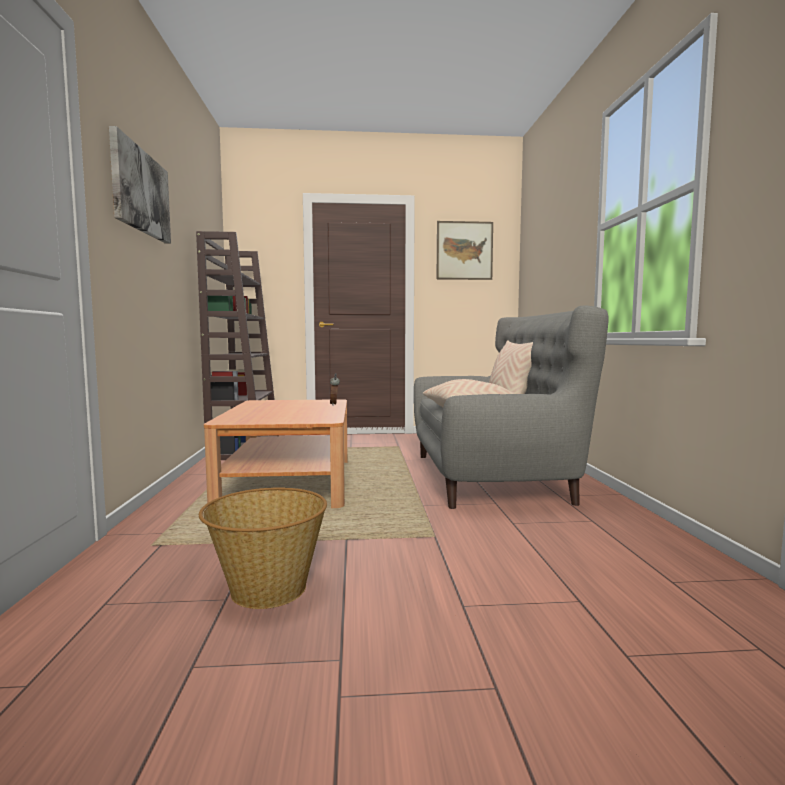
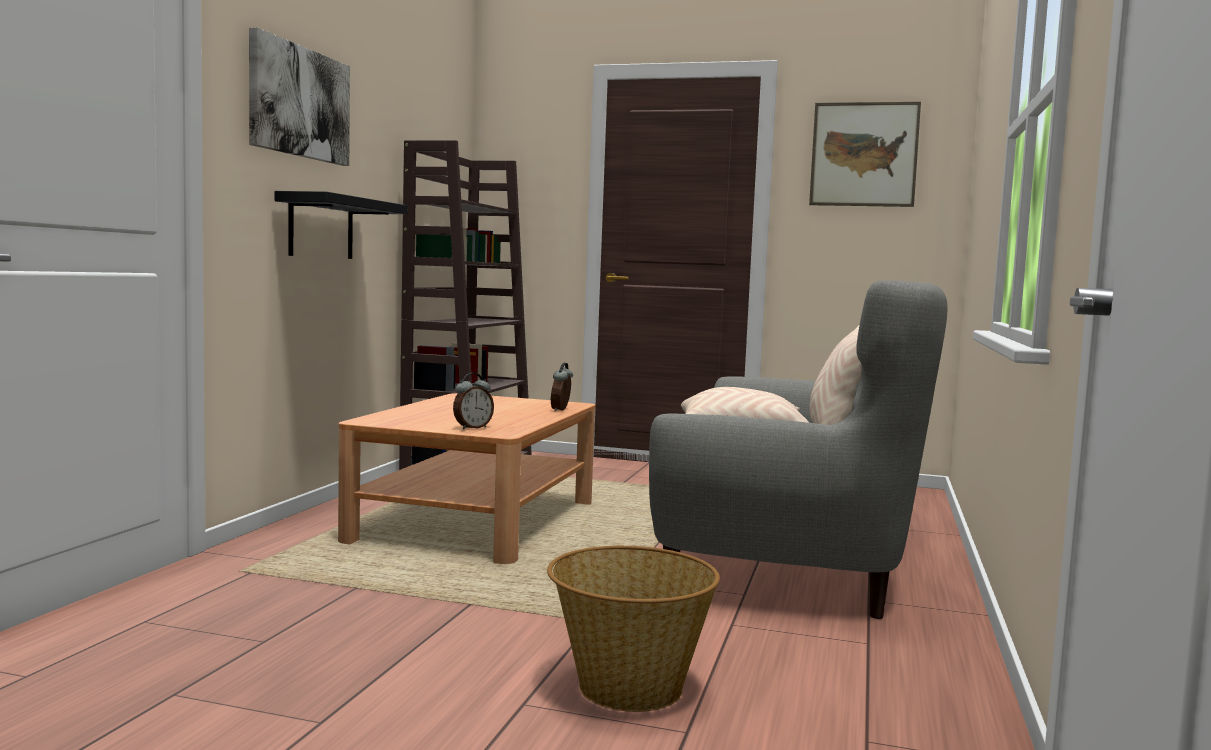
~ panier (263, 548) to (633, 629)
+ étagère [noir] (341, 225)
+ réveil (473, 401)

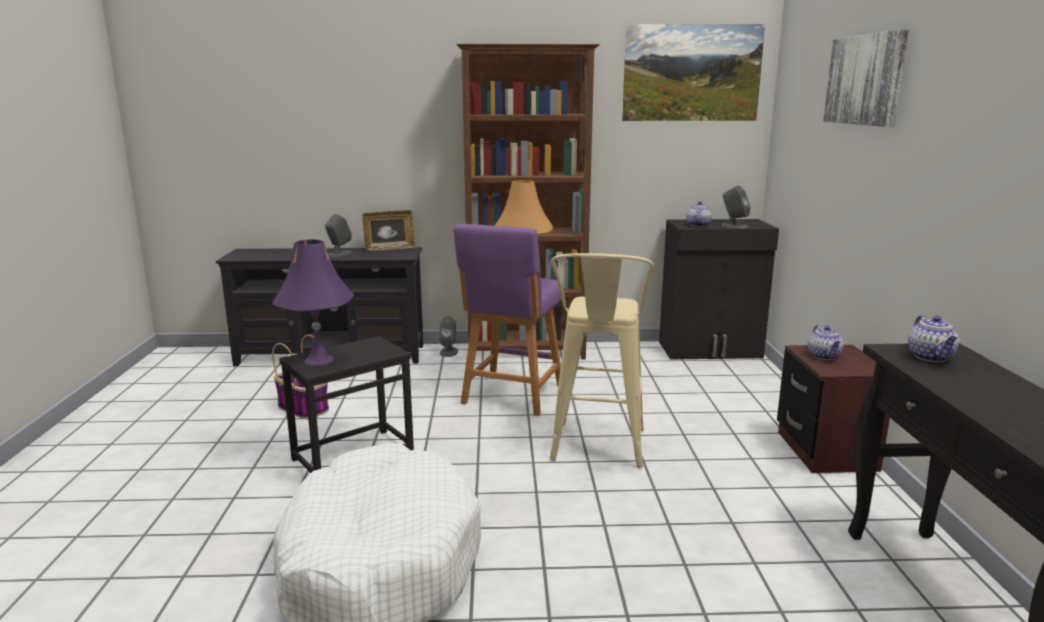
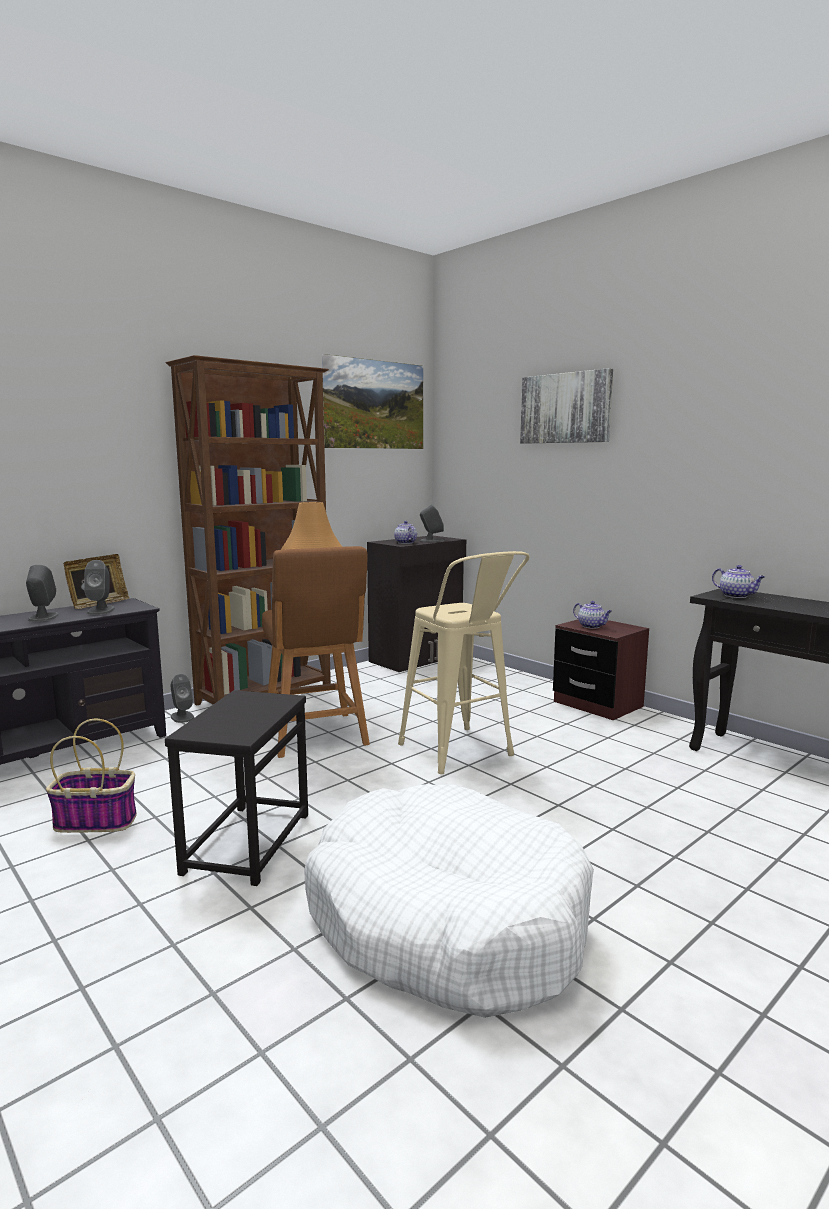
~ tabouret [violet] (508, 320) to tabouret [marron] (316, 652)
- lampe de table [violet] (313, 302)
+ enceinte [gris] (99, 587)

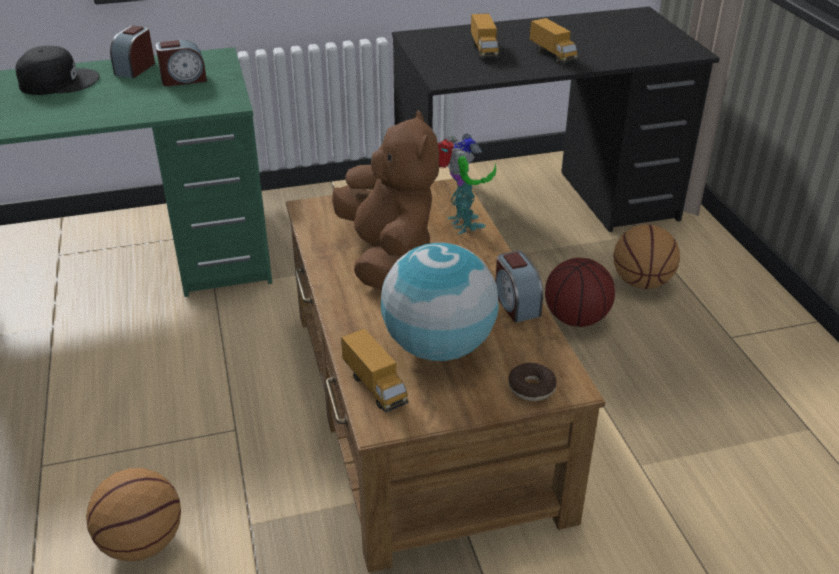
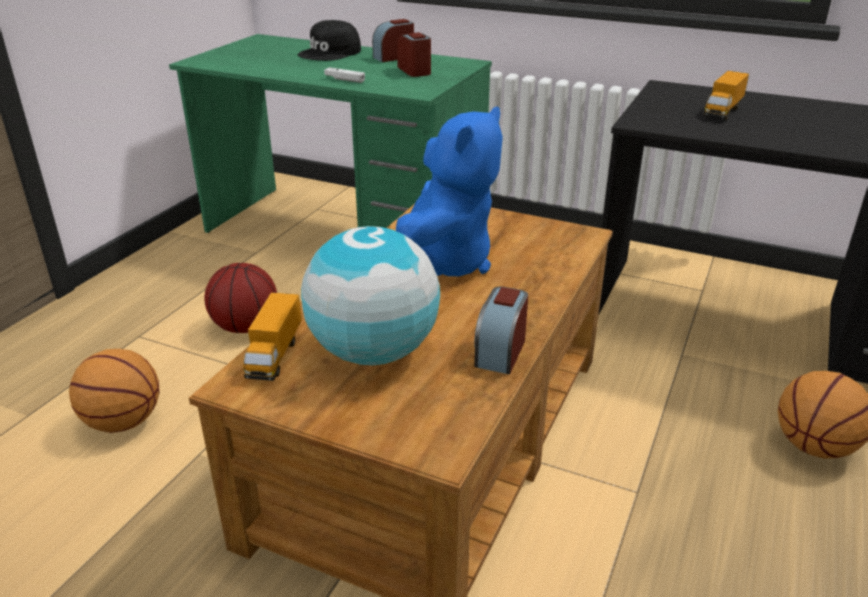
- camion jouet (553, 41)
~ réveil (181, 63) = (414, 54) 135 degrees counterclockwise
~ casquette [noir] (57, 70) = (329, 40) 105 degrees clockwise
~ peluche [marron] (385, 200) to peluche [bleu] (449, 191)
- robot jouet (467, 183)
~ ballon de basket (580, 292) to (240, 298)
- beignet (532, 382)
+ manette [blanc] (344, 75)

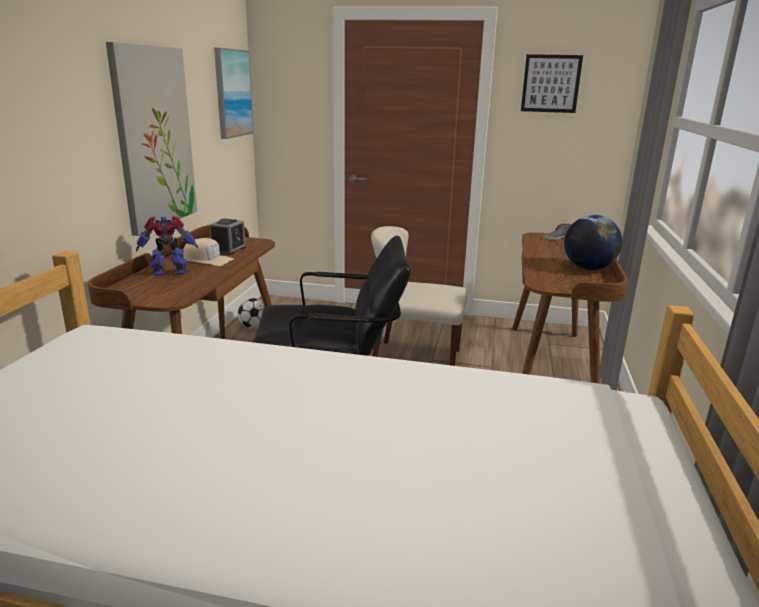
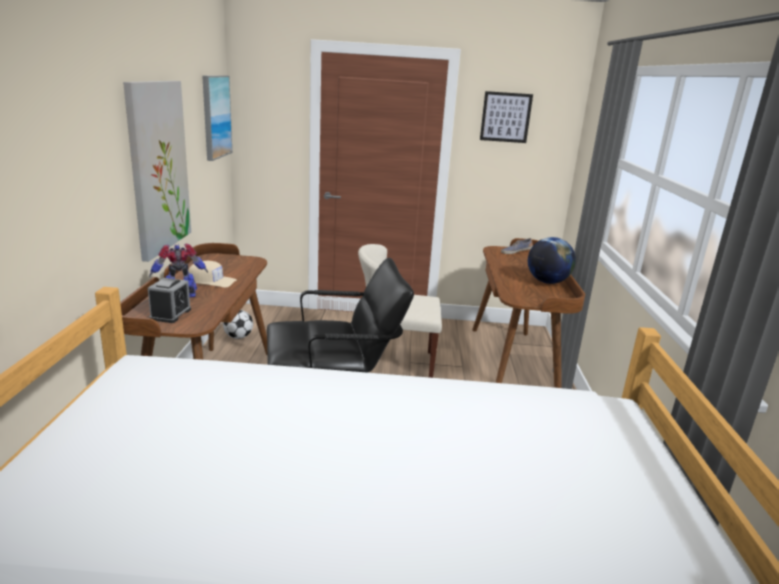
~ réveil (228, 236) to (169, 300)

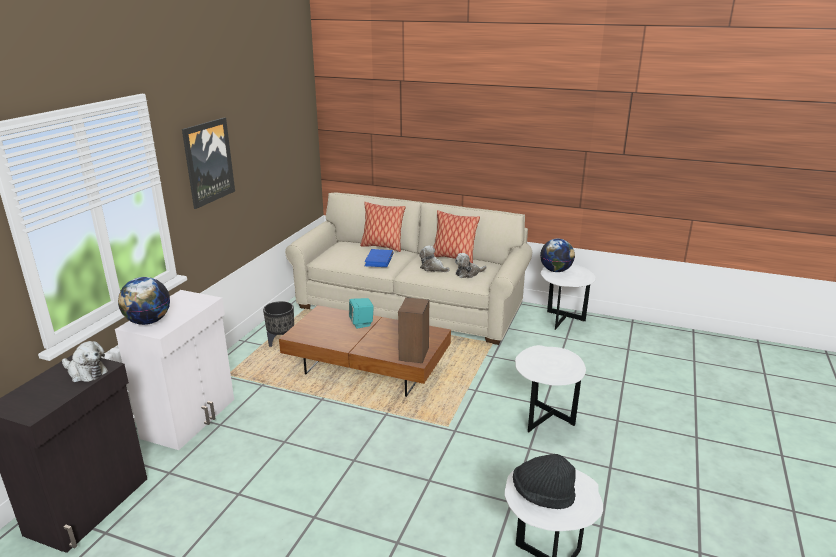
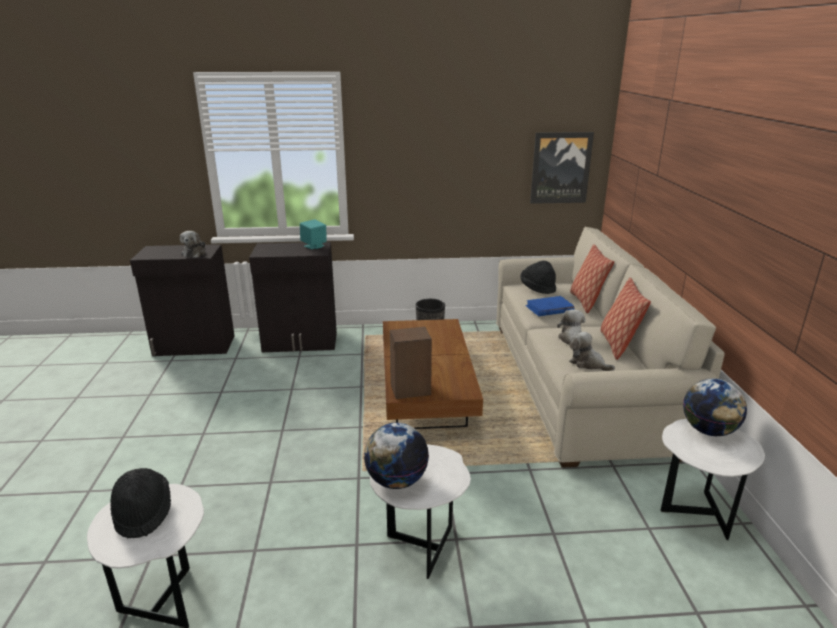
~ tableau (208, 163) to (562, 168)
~ globe (144, 301) to (396, 456)
~ meuble de rangement [blanc] (174, 370) to meuble de rangement [noir] (293, 297)
~ enceinte [turquoise] (361, 313) to (313, 234)
+ chapeau [noir] (538, 277)

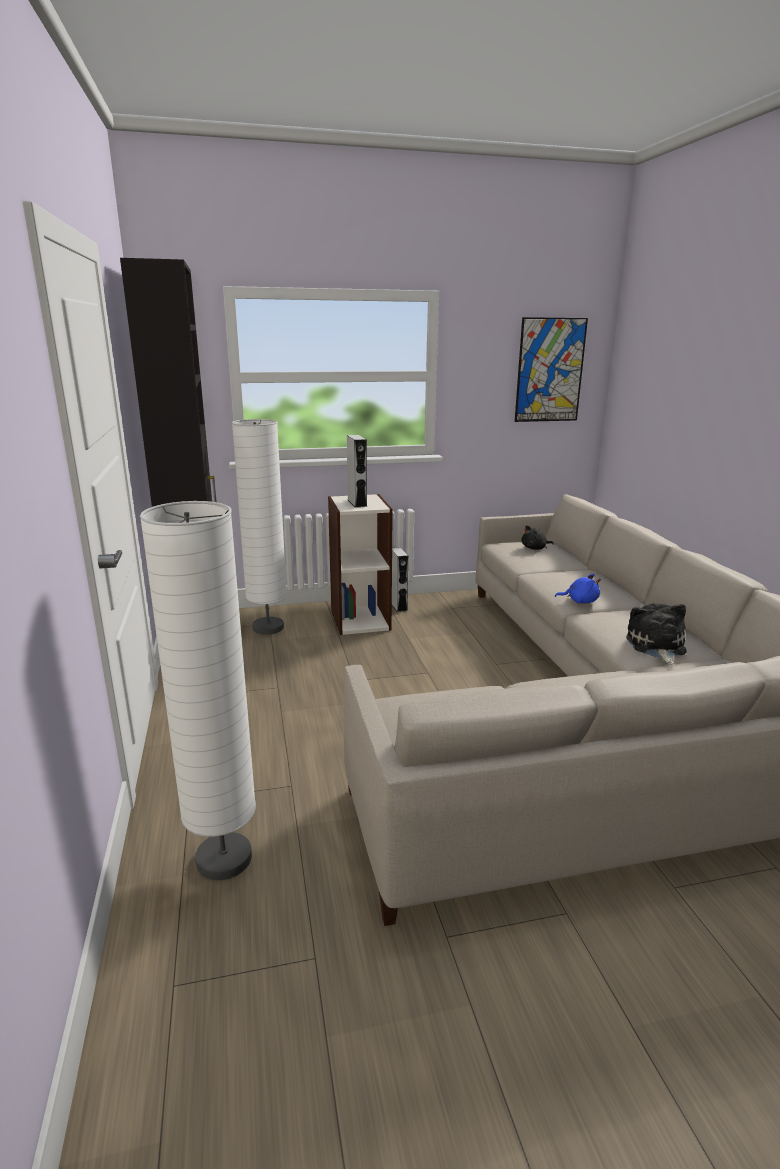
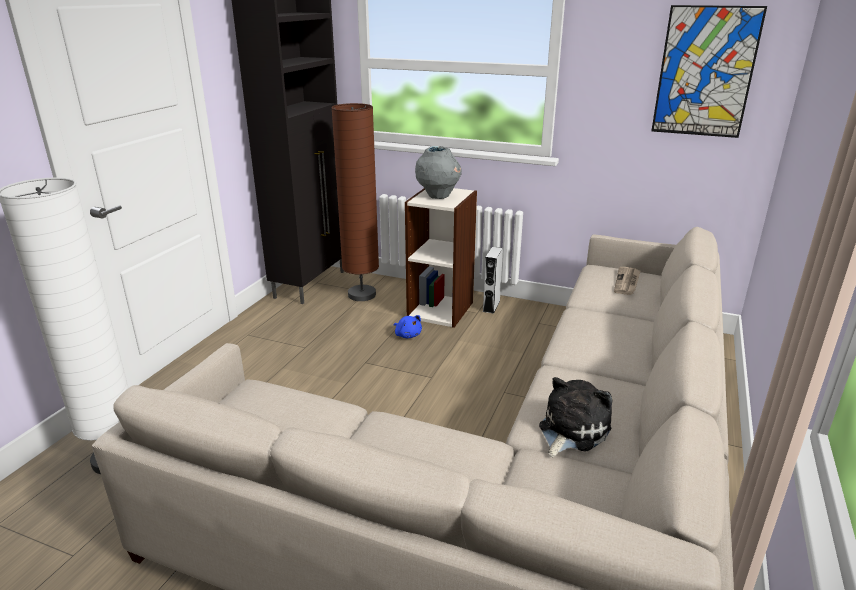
~ lampadaire [blanc] (259, 527) to lampadaire [marron] (355, 202)
~ enceinte [gris] (357, 471) to vase [gris] (438, 172)
~ peluche [noir] (538, 537) to journal (627, 281)
~ peluche [bleu] (578, 588) to (408, 326)

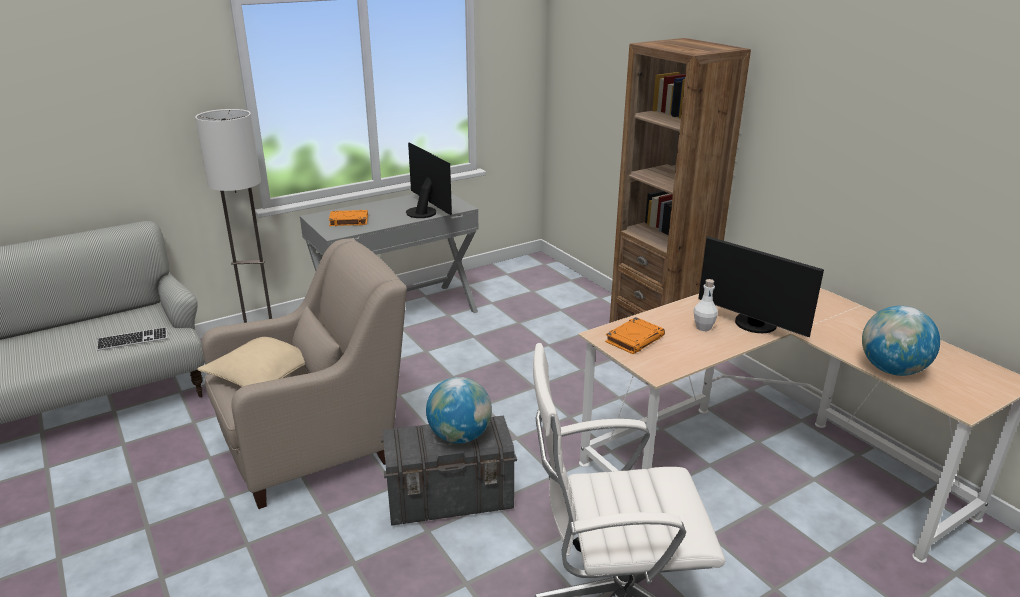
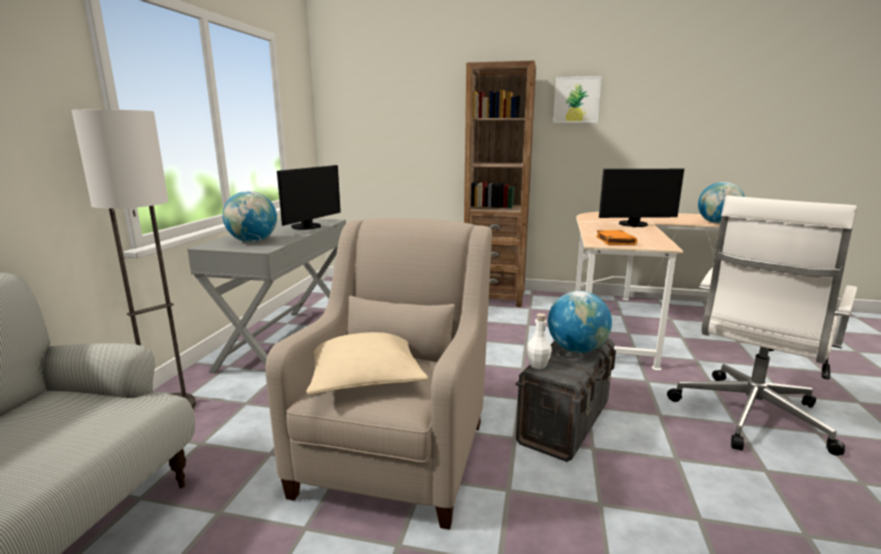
~ écran d'ordinateur (429, 180) = (309, 197) 105 degrees clockwise
~ livre [orange] (348, 218) to globe (250, 216)
~ bouteille [blanc] (706, 305) to (539, 341)
- clavier (132, 339)
+ tableau (577, 99)

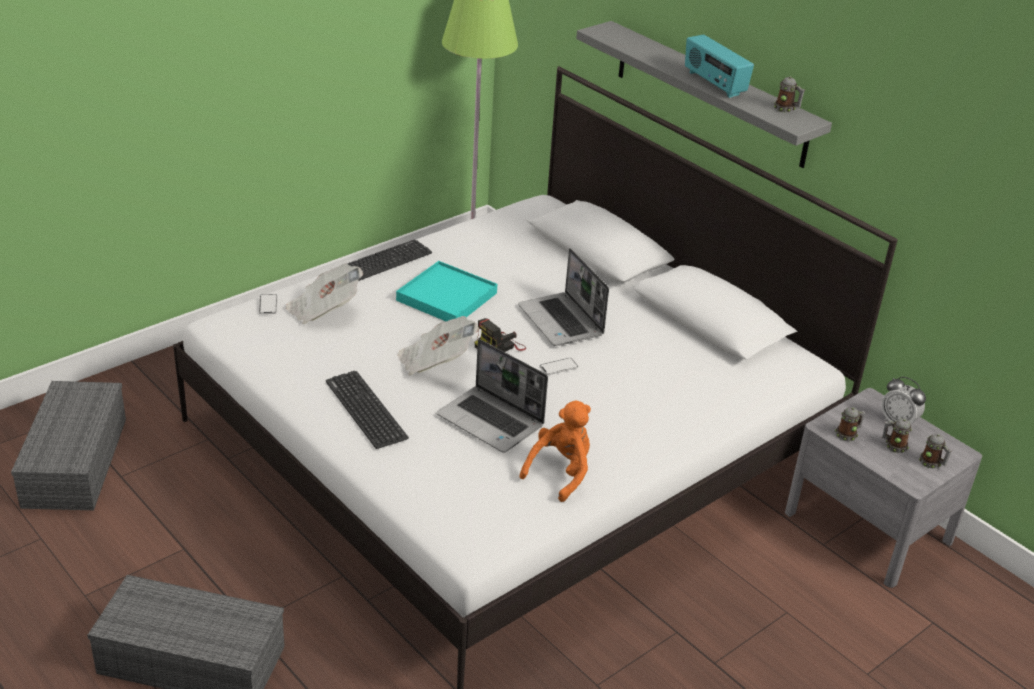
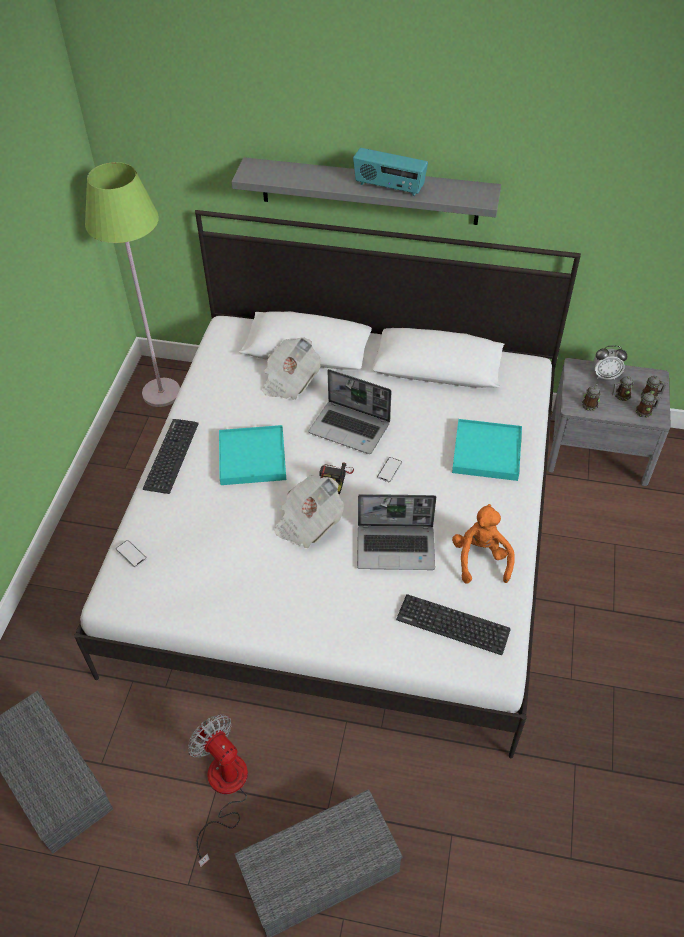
~ mug (789, 94) to (648, 405)
~ journal (324, 293) to (292, 368)
~ clavier (367, 410) to (453, 624)
+ plateau [turquoise] (487, 450)
+ ventilateur (218, 790)

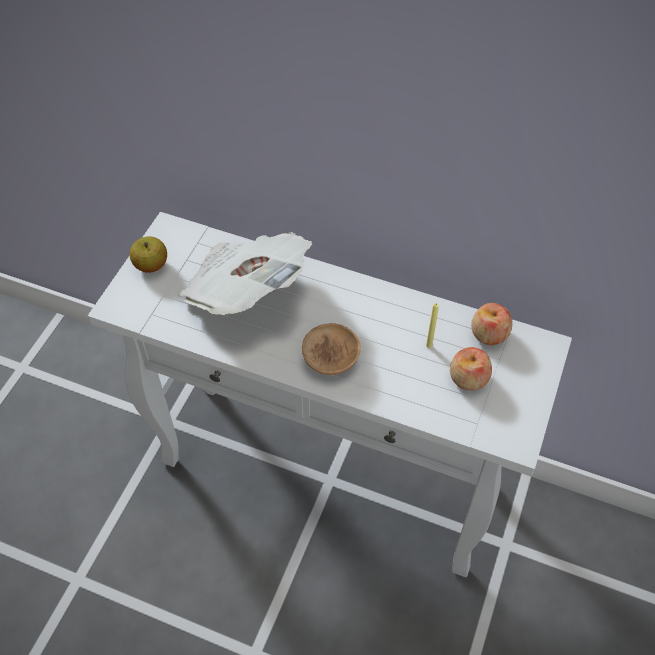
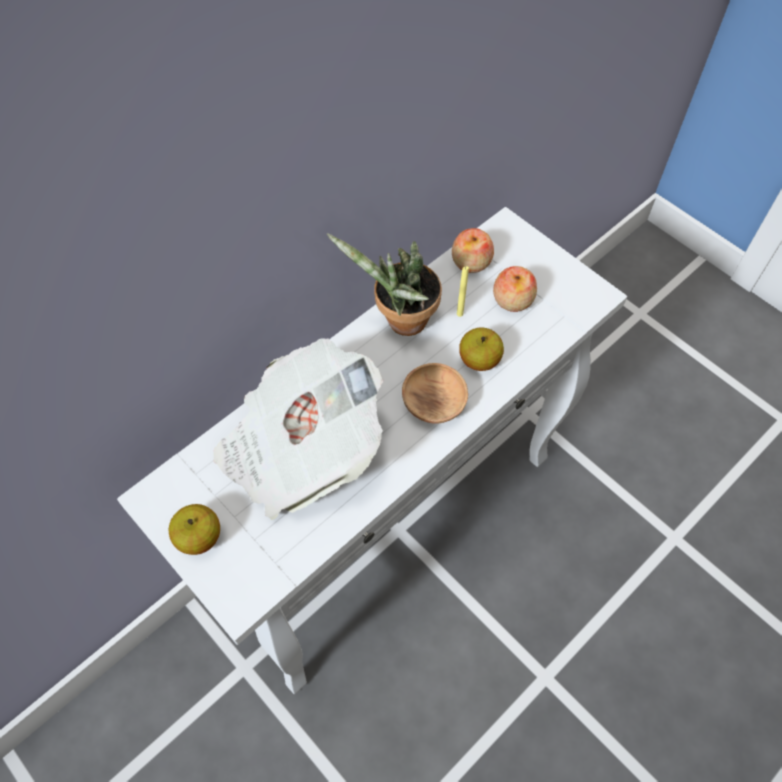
+ plante en pot (384, 284)
+ pomme (481, 349)

